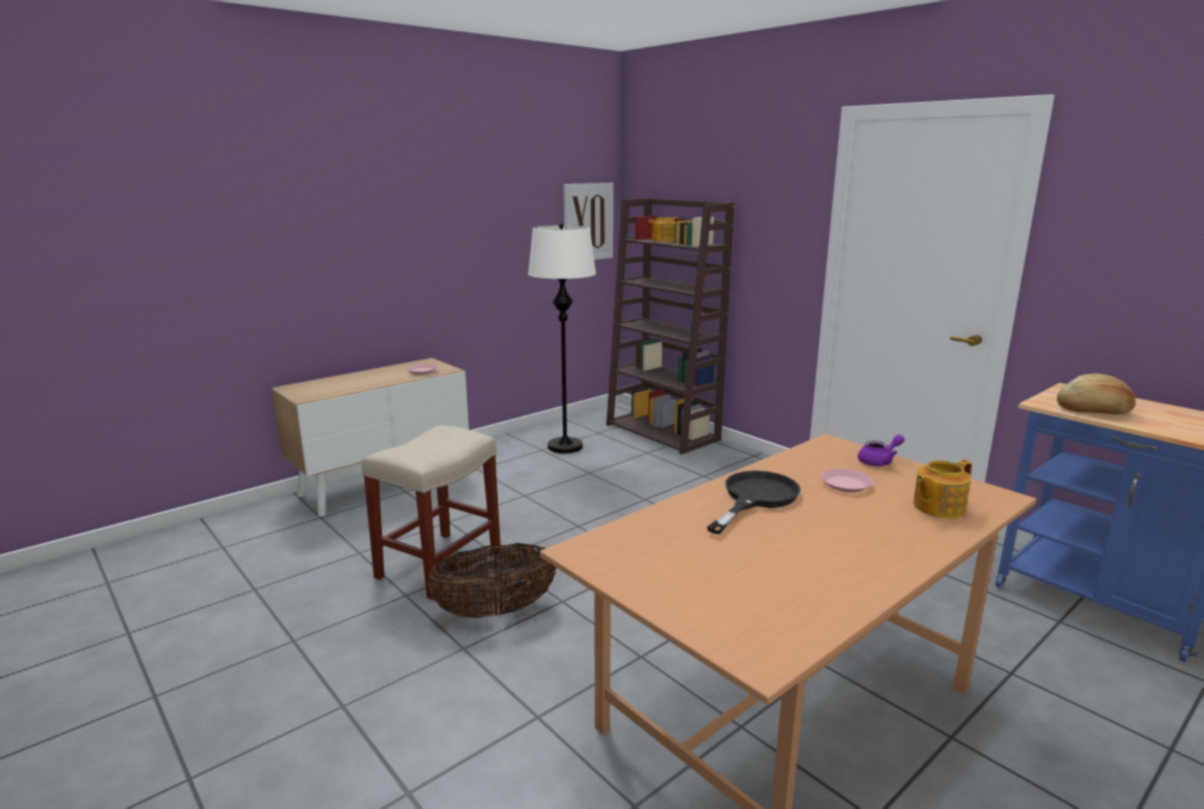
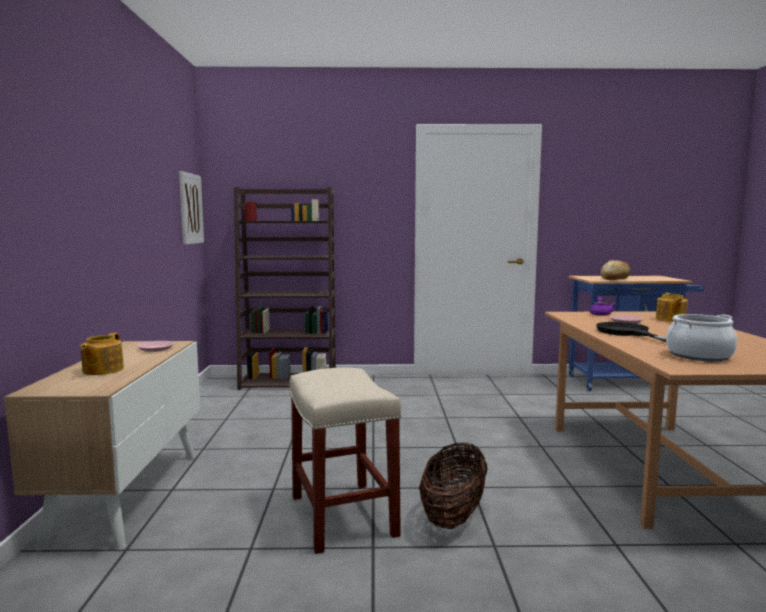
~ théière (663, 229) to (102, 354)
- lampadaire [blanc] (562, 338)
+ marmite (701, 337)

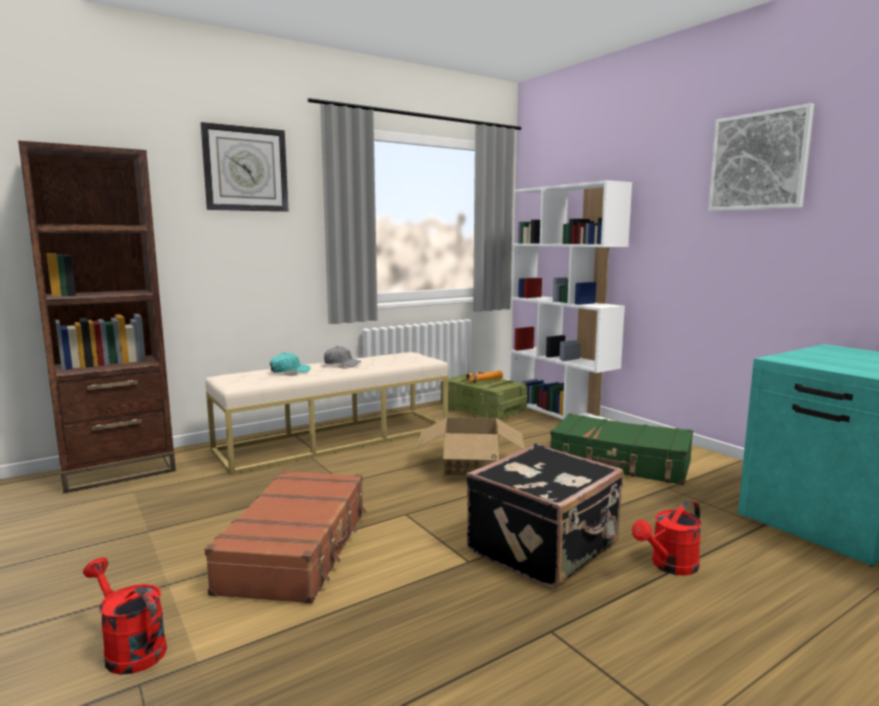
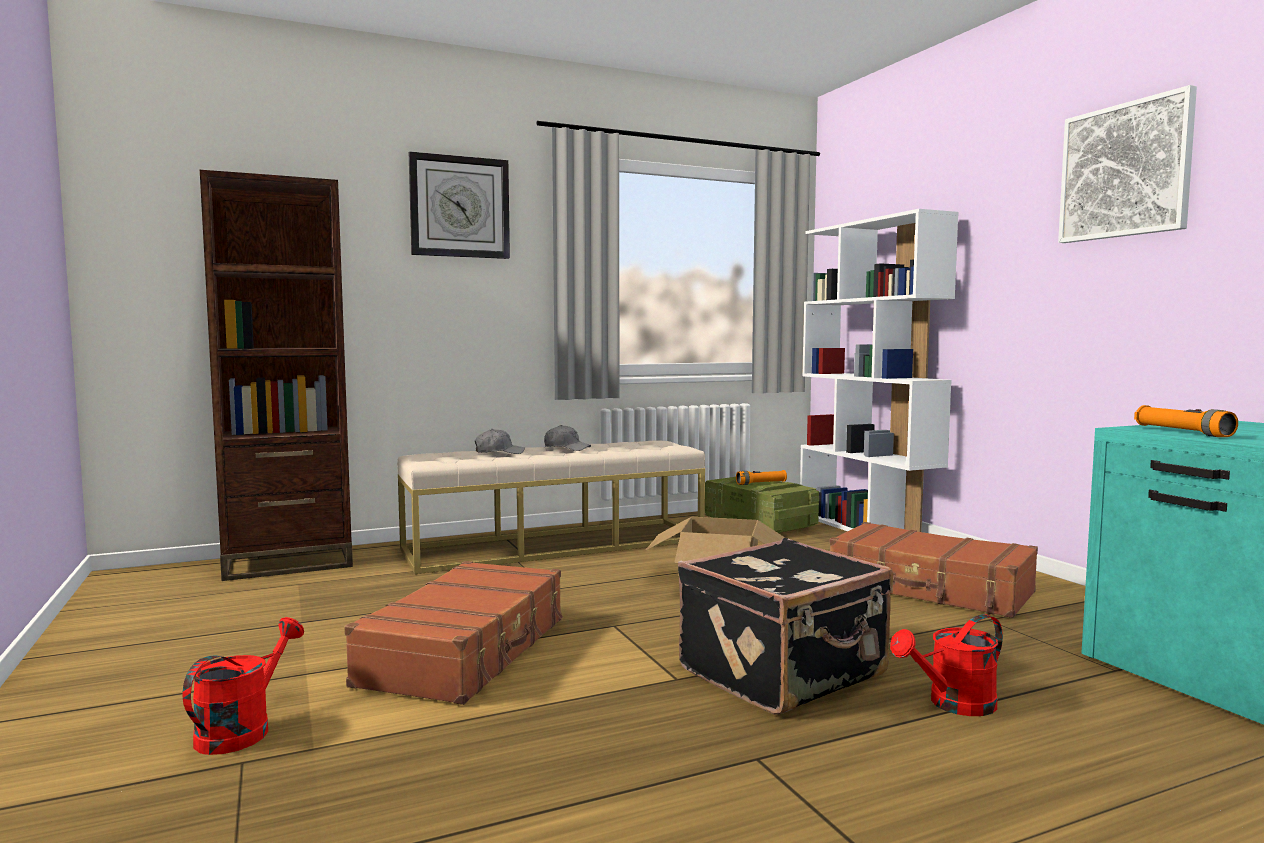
~ casquette [turquoise] (290, 363) to casquette [gris] (500, 441)
~ valise [vert] (621, 449) to valise [marron] (933, 570)
~ arrosoir [rouge] (125, 616) = (243, 686) 60 degrees clockwise
+ lampe de poche [orange] (1186, 421)

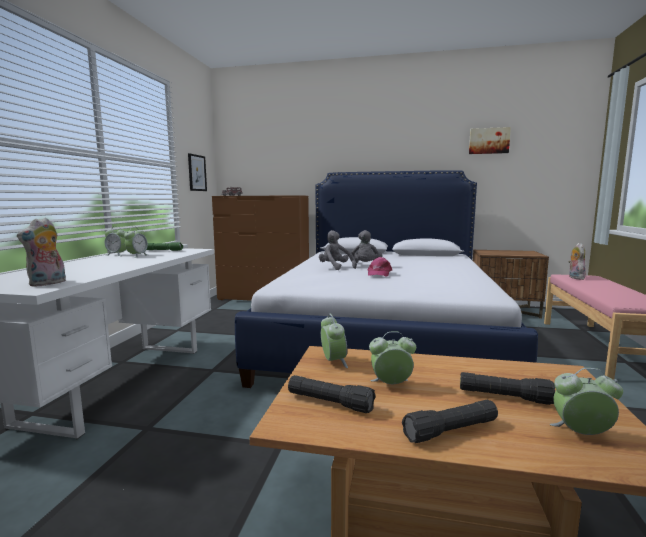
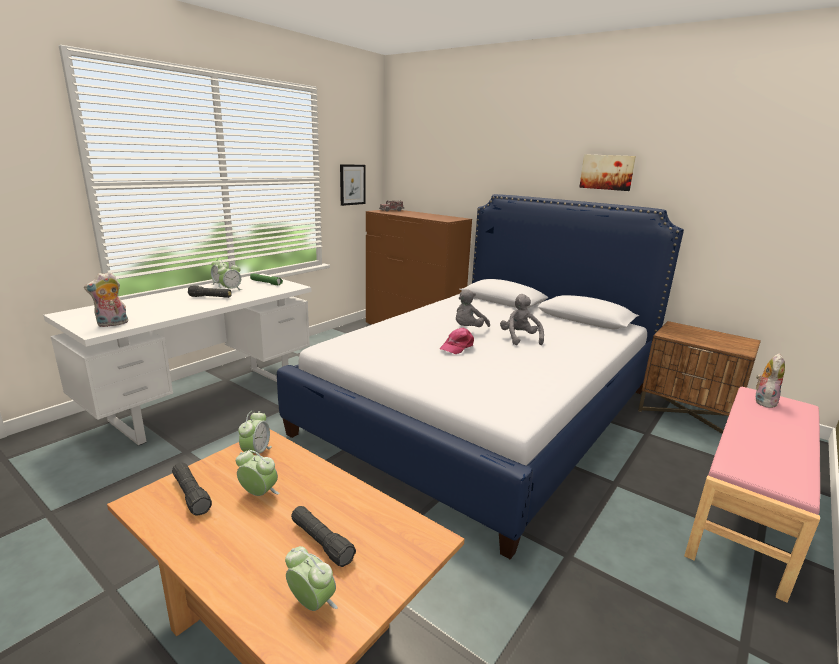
~ tableau (490, 140) to (607, 172)
~ peluche [gris] (338, 250) to (522, 319)
~ lampe de poche [noir] (450, 421) to (210, 292)

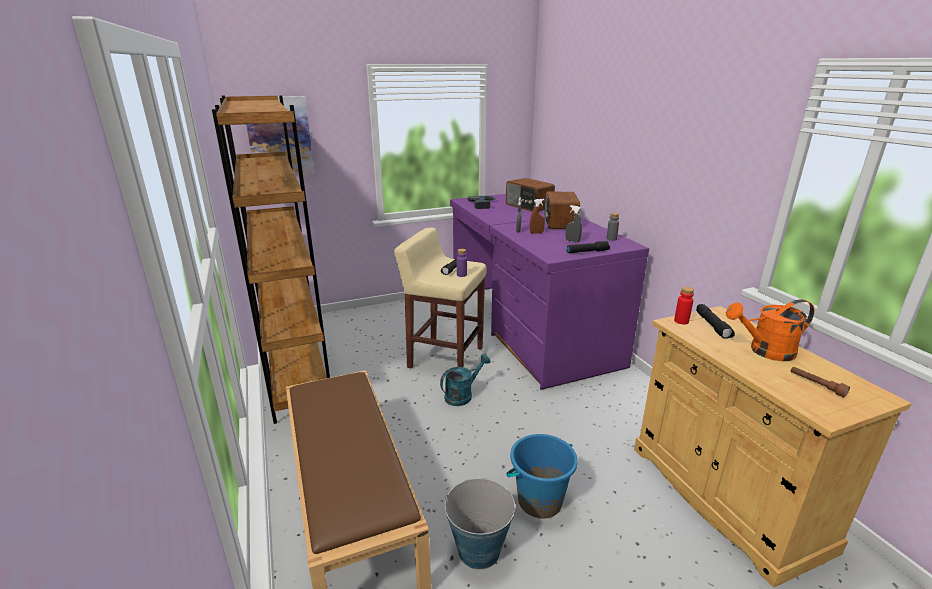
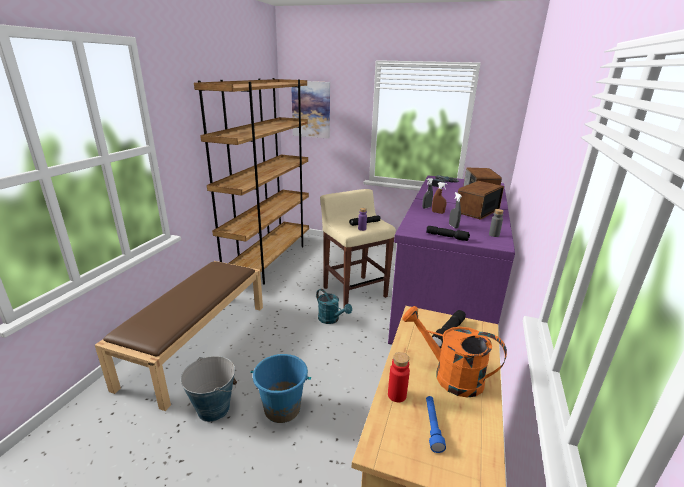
~ bouteille [rouge] (684, 306) to (399, 377)
~ arrosoir [turquoise] (465, 380) = (334, 306) 45 degrees clockwise
~ lampe de poche [marron] (820, 382) to lampe de poche [bleu] (436, 424)

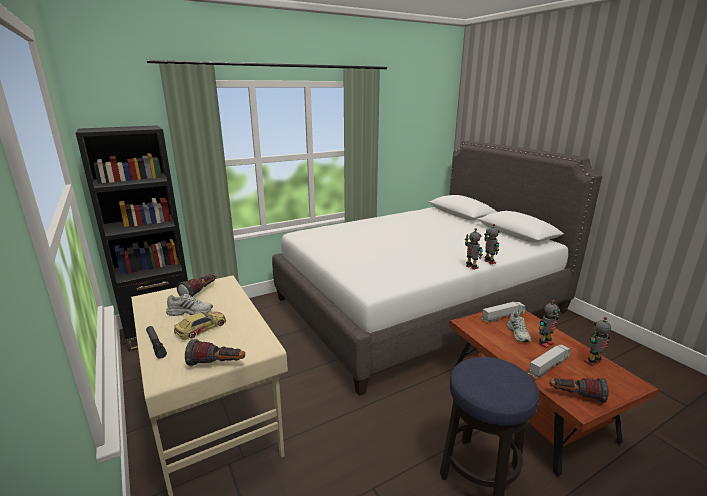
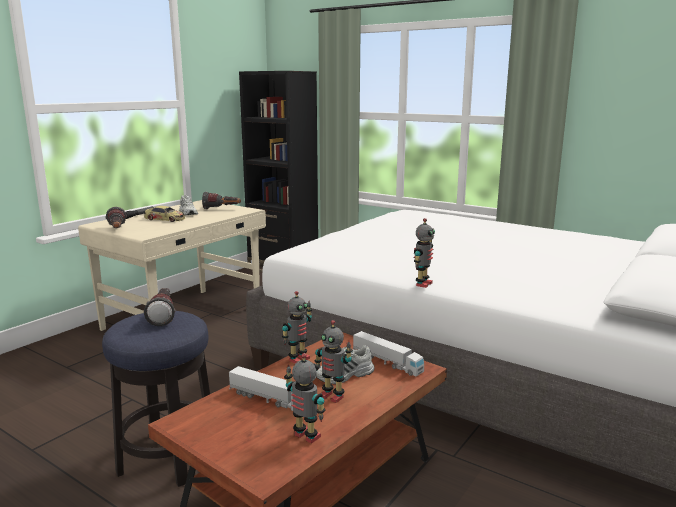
~ robot jouet (492, 244) to (297, 327)
~ lampe de poche (579, 390) to (159, 307)

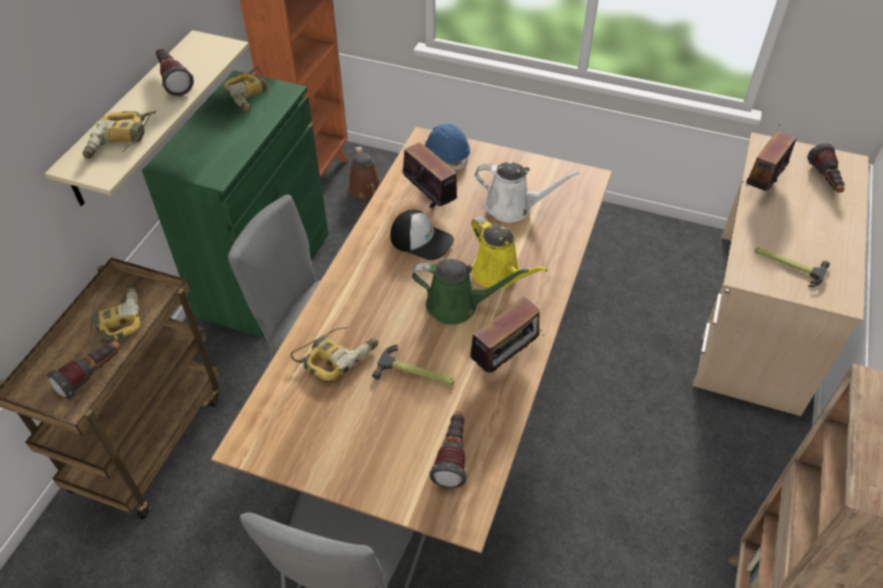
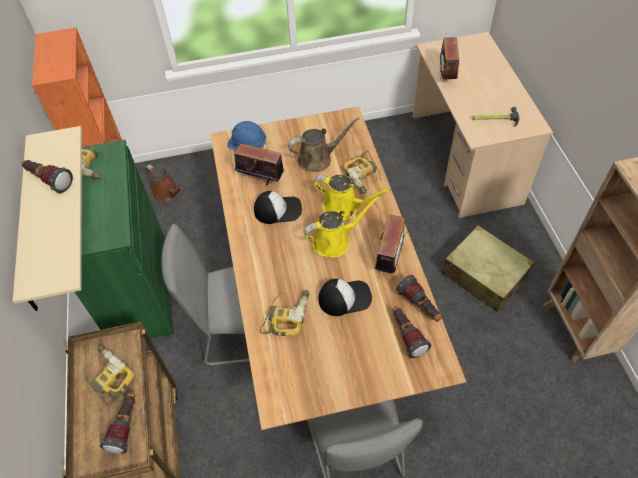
~ perceuse (119, 135) to (362, 172)
~ lampe de poche (826, 168) to (418, 298)
~ arrosoir [blanc] (527, 192) to arrosoir [marron] (324, 144)
~ arrosoir [vert] (470, 292) to arrosoir [jaune] (341, 226)
~ marteau (413, 365) to casquette (345, 297)
+ valise [beige] (488, 268)

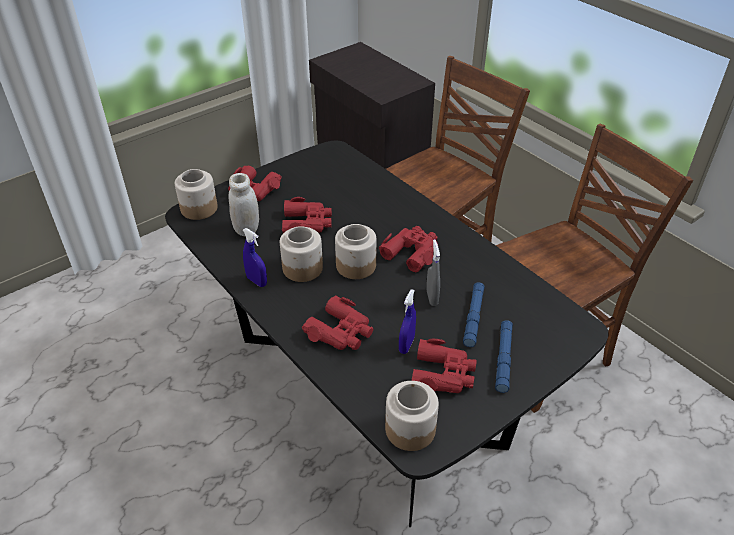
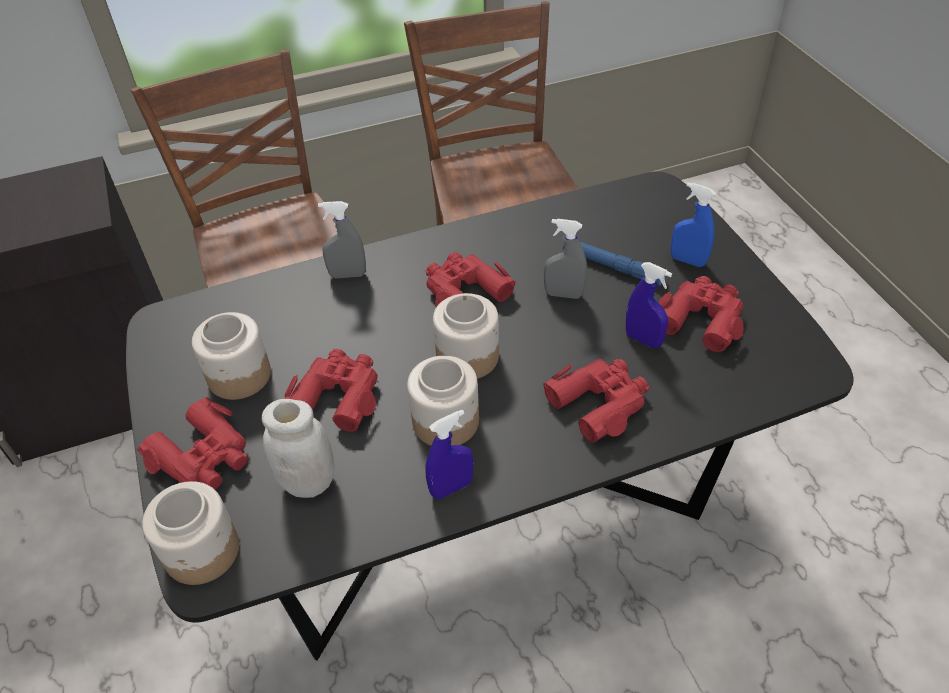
~ lampe de poche [bleu] (504, 356) to vaporisateur [bleu] (693, 224)
~ bocal (412, 416) to (231, 356)
+ vaporisateur [gris] (342, 239)

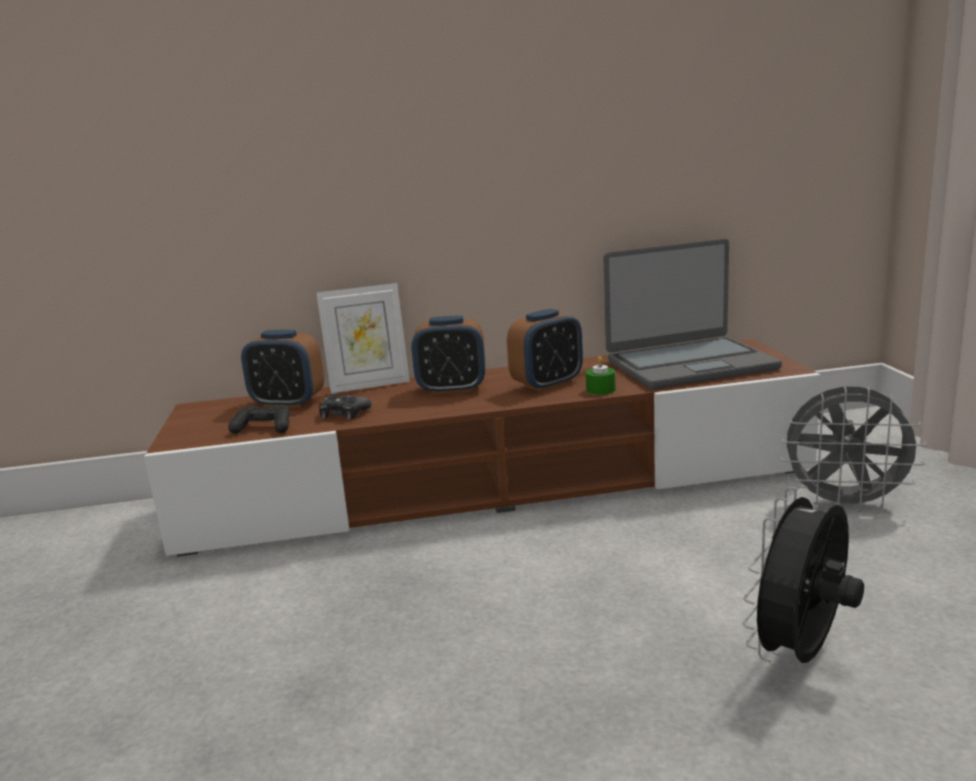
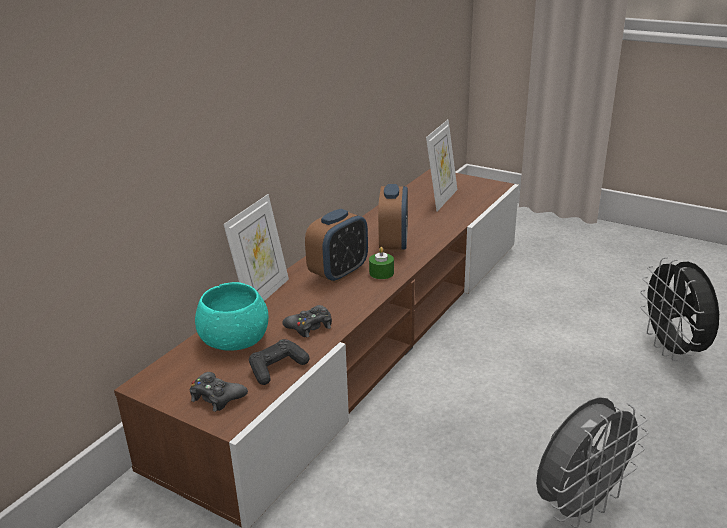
~ ordinateur portable (692, 314) to cadre photo (441, 165)
~ réveil (282, 369) to bol [turquoise] (232, 316)
~ bougie [vert] (601, 375) to (381, 263)
~ ventilateur [gris] (854, 450) to (592, 462)
+ manette [noir] (219, 392)

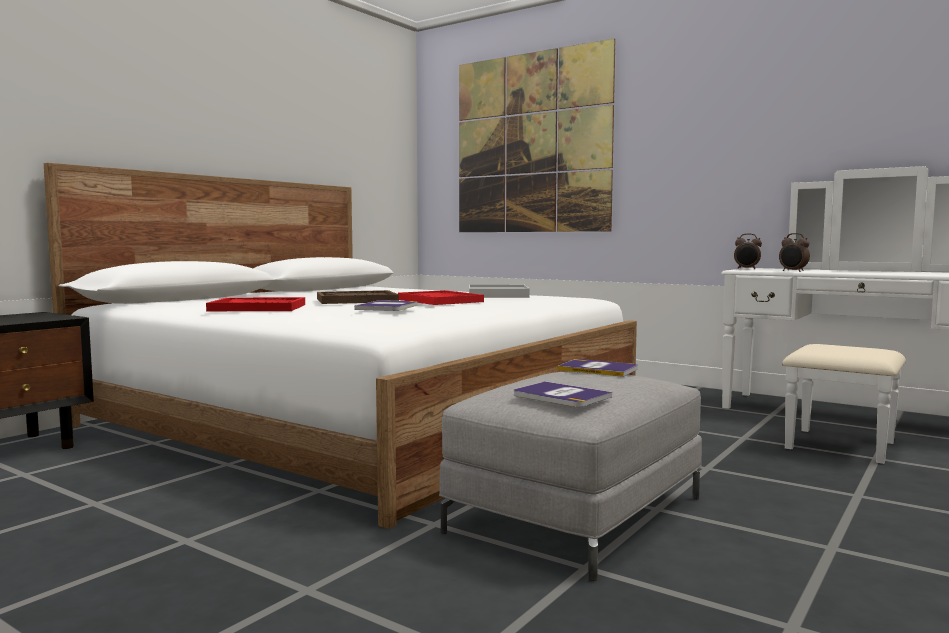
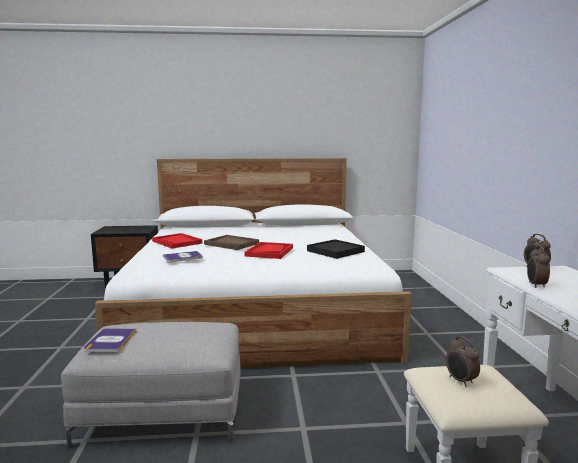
- tableau (537, 135)
~ plateau [blanc] (499, 291) to plateau [noir] (336, 249)
- livre (597, 368)
+ réveil (463, 361)

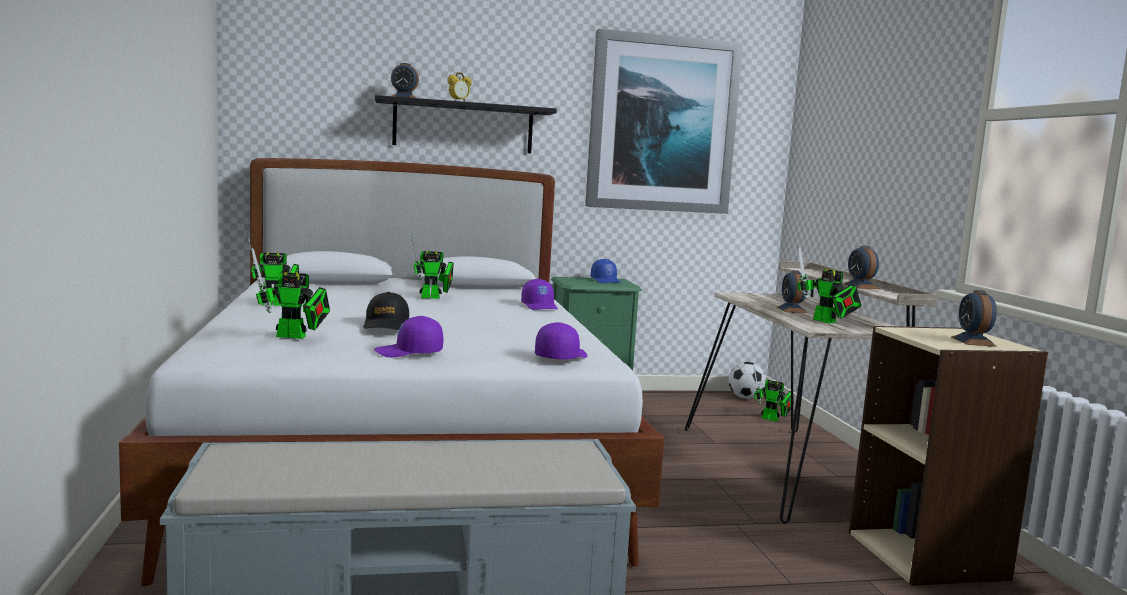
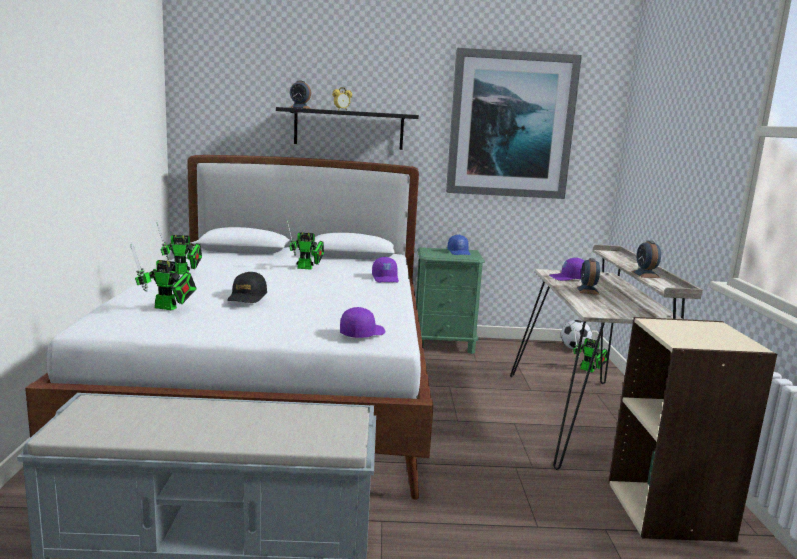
- robot jouet (829, 285)
- réveil (974, 318)
~ casquette [violet] (408, 336) to (566, 269)

